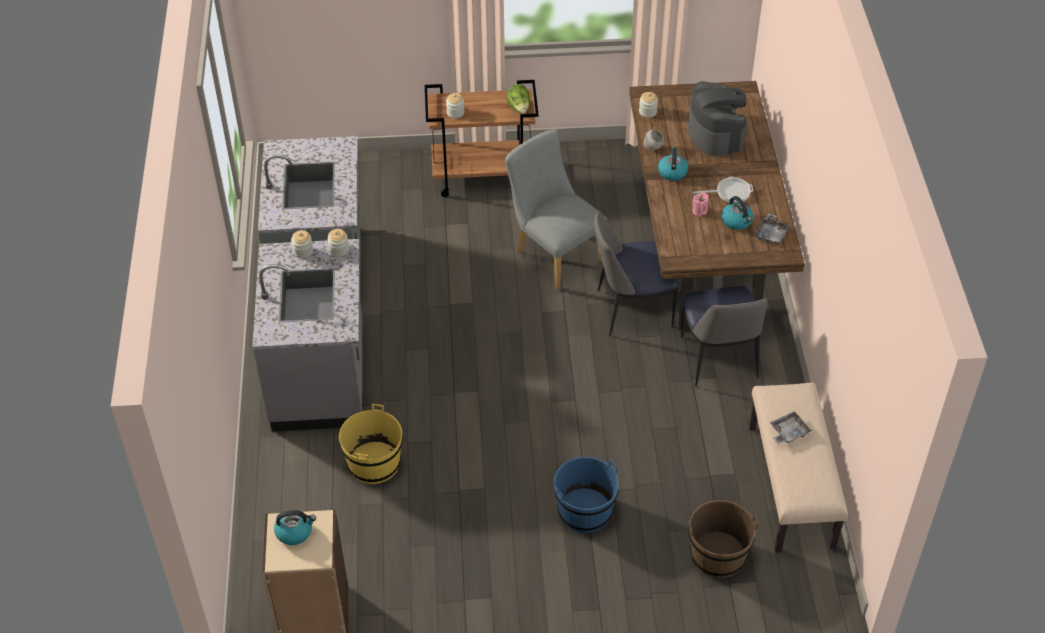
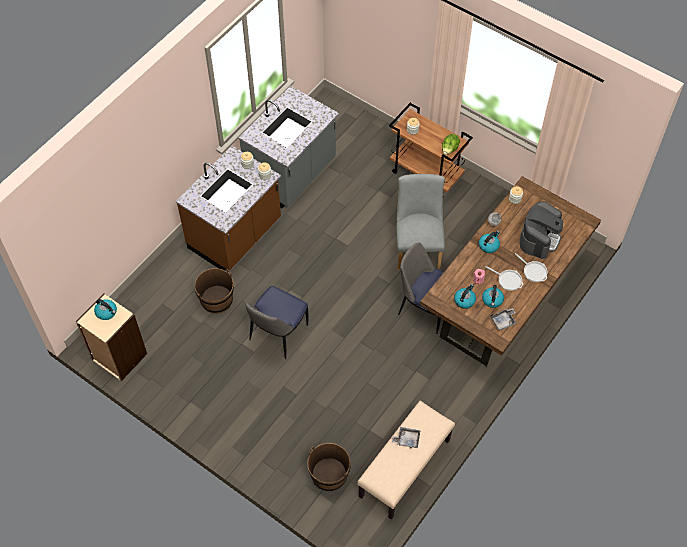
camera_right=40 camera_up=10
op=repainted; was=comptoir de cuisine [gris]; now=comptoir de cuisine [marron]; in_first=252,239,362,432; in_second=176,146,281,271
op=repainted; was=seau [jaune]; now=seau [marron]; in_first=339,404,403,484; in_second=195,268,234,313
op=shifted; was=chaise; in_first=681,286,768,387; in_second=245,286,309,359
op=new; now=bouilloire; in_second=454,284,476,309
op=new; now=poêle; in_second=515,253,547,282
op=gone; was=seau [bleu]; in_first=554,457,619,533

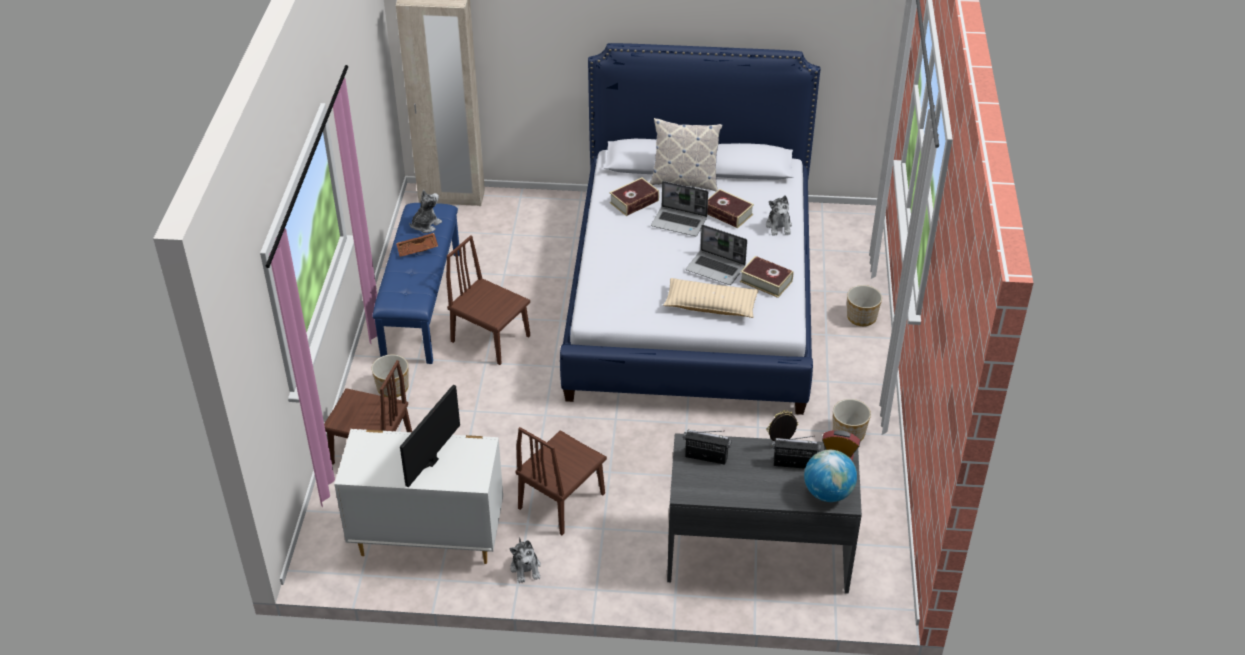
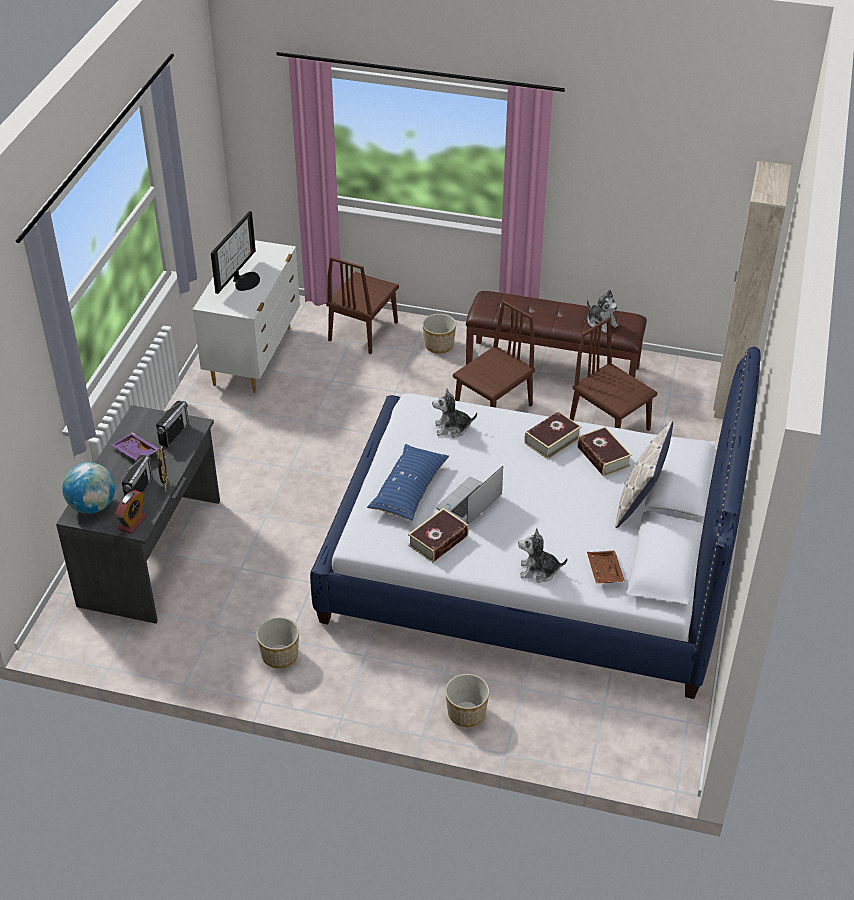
camera_right=100 camera_up=0
op=new; now=plateau [violet]; in_second=111,433,159,460
op=rotated; was=écran d'ordinateur; in_first=400,385,460,487; in_second=211,211,260,294; clockwise=75
op=repainted; was=coussin [beige]; now=coussin [bleu]; in_first=663,278,758,318; in_second=367,444,449,521
op=shifted; was=peluche; in_first=510,537,541,583; in_second=432,389,477,438
op=repainted; was=banc [bleu]; now=banc [marron]; in_first=373,203,459,364; in_second=466,291,647,378
op=shifted; was=livre; in_first=707,189,754,228; in_second=524,411,582,459
op=shifted; was=chaise [marron]; in_first=516,427,607,535; in_second=570,317,657,431
op=shifted; was=plateau [marron]; in_first=396,233,438,257; in_second=587,551,625,583
op=gone; was=ordinateur portable; in_first=651,181,708,236

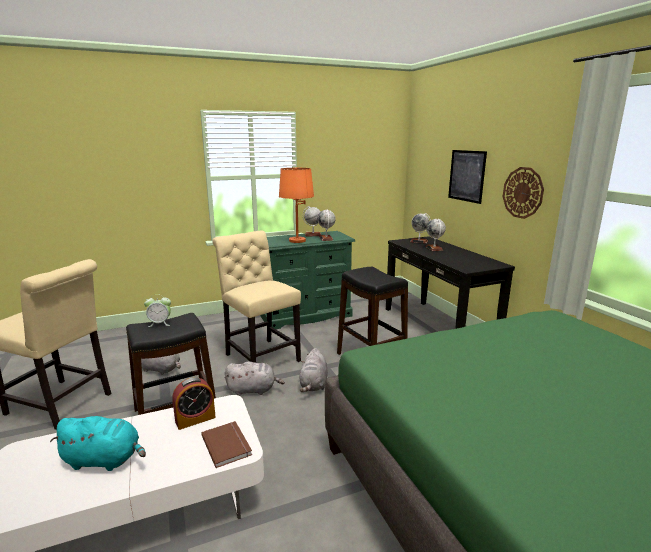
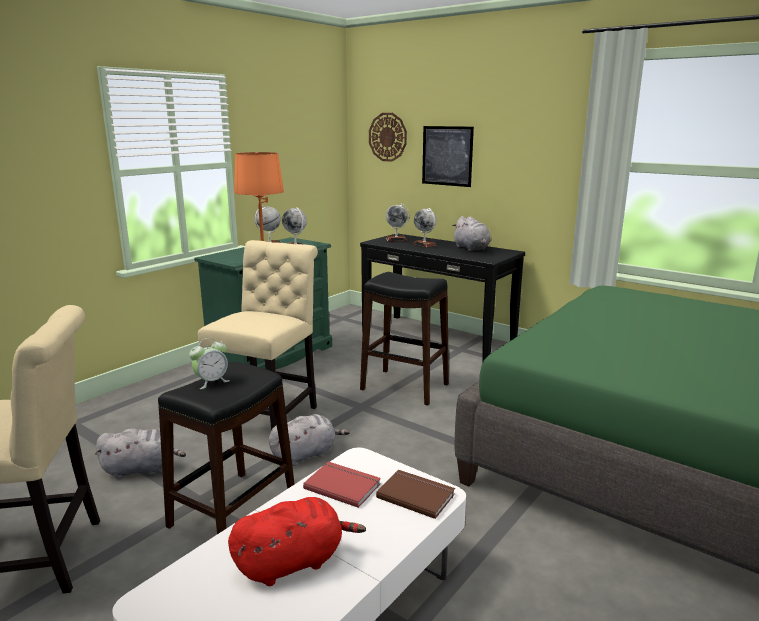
camera_right=-30 camera_up=0
op=rotated; was=chaise [beige]; in_first=212,231,301,363; in_second=198,240,318,430; clockwise=90
op=repainted; was=peluche [turquoise]; now=peluche [rouge]; in_first=50,416,146,471; in_second=228,497,366,586
op=swapped; was=réveil; now=livre [rouge]; in_first=172,377,216,430; in_second=303,461,381,508
op=shifted; was=horloge murale; in_first=503,167,544,219; in_second=369,113,407,162
op=shifted; was=peluche [gris]; in_first=299,348,328,392; in_second=452,216,491,251

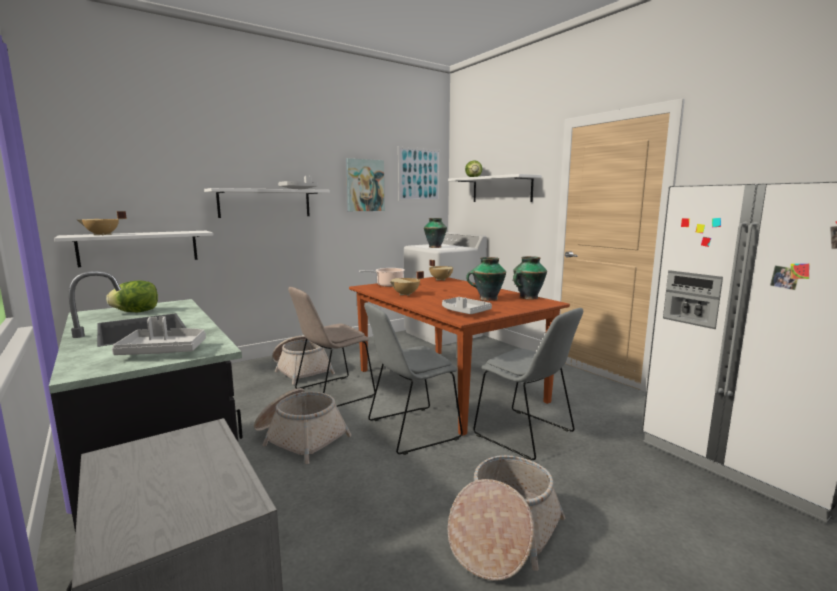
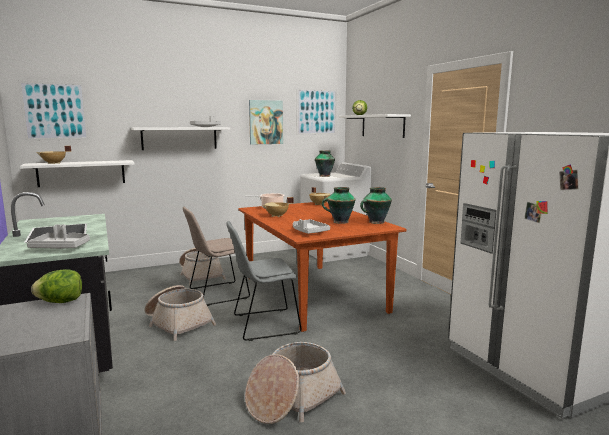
camera_right=10 camera_up=0
op=new; now=tableau; in_second=18,81,89,141
op=shifted; was=laitue; in_first=106,280,158,312; in_second=31,269,82,303
op=gone; was=chaise [gris]; in_first=473,308,583,460

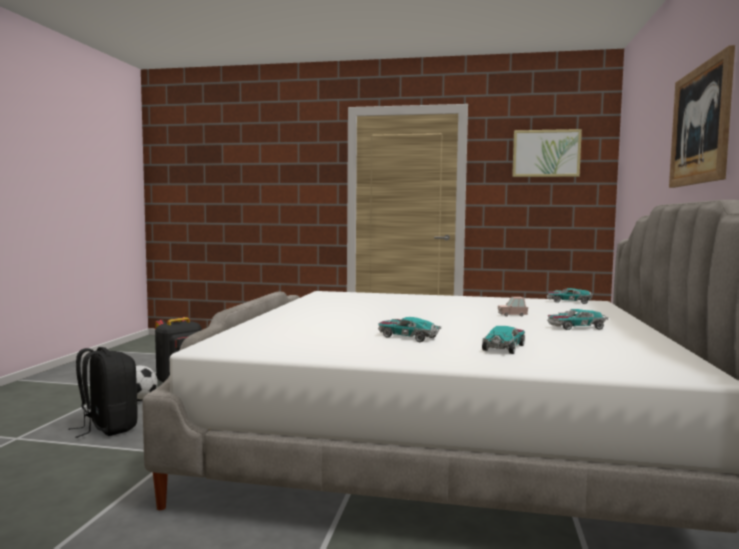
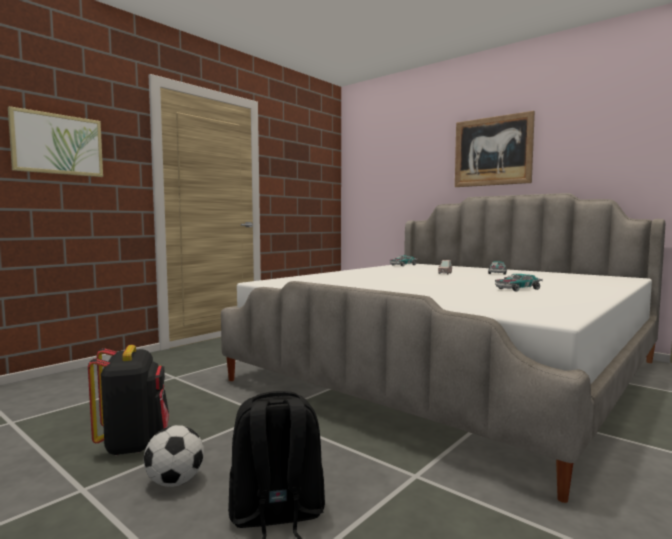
camera_right=-60 camera_up=0
op=shifted; was=tableau; in_first=512,129,582,177; in_second=8,106,103,177
op=gone; was=petite voiture; in_first=482,326,525,354

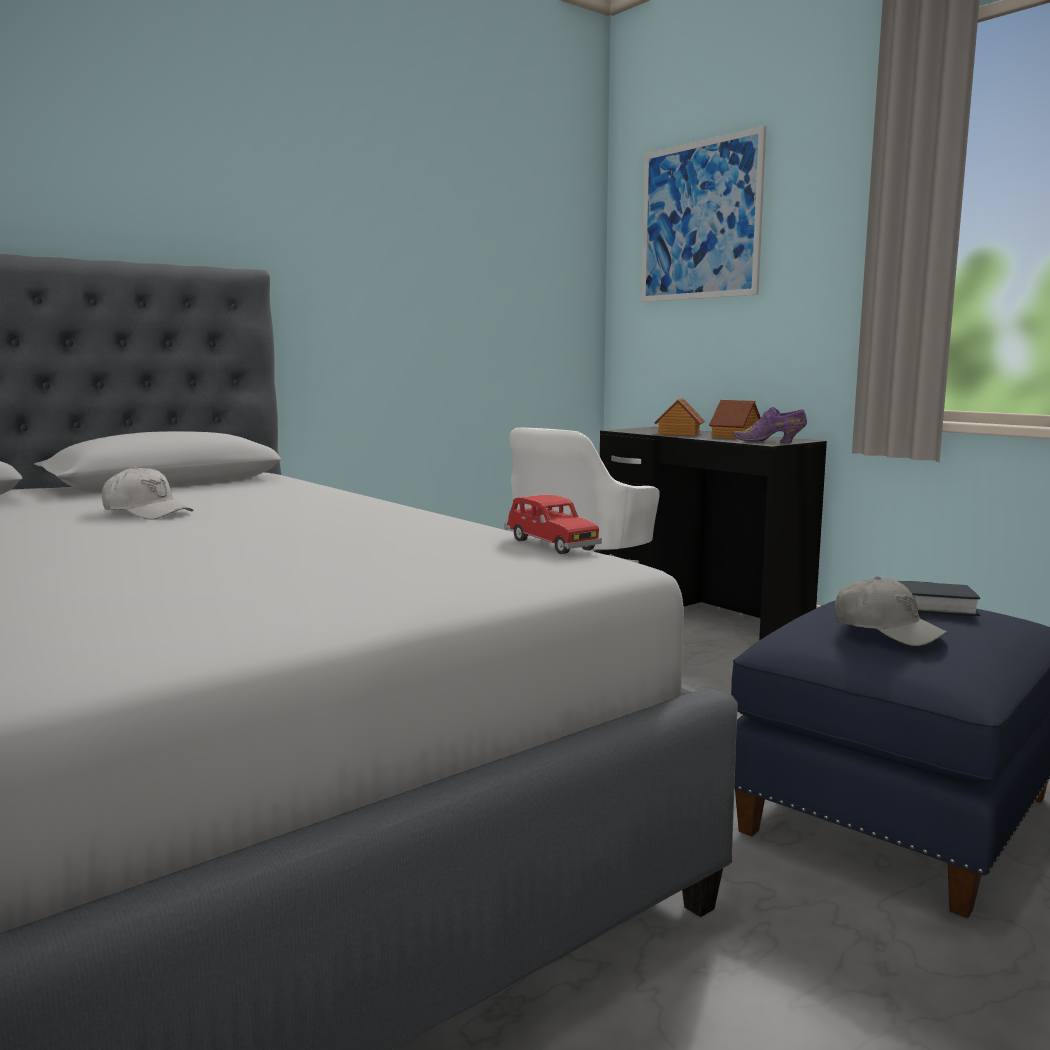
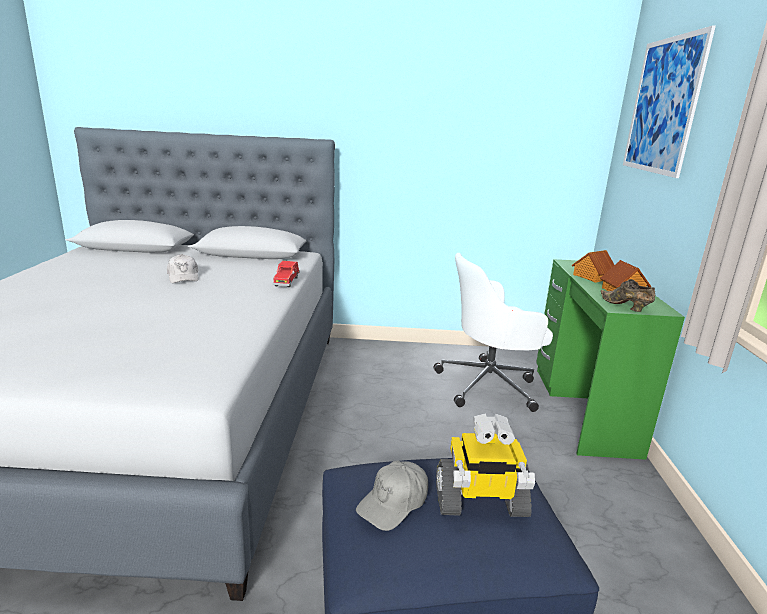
camera_right=40 camera_up=10
op=shifted; was=petite voiture [rouge]; in_first=504,494,602,554; in_second=273,261,300,287
op=rotated; was=casquette [gris]; in_first=835,576,948,646; in_second=356,461,428,531; clockwise=45
op=swapped; was=livre; now=robot jouet; in_first=898,581,980,616; in_second=436,413,535,517
op=repainted; was=bureau [noir]; now=bureau [vert]; in_first=600,427,827,641; in_second=536,259,685,460
op=repainted; was=chaussure [violet]; now=chaussure [marron]; in_first=732,407,807,443; in_second=601,279,655,312

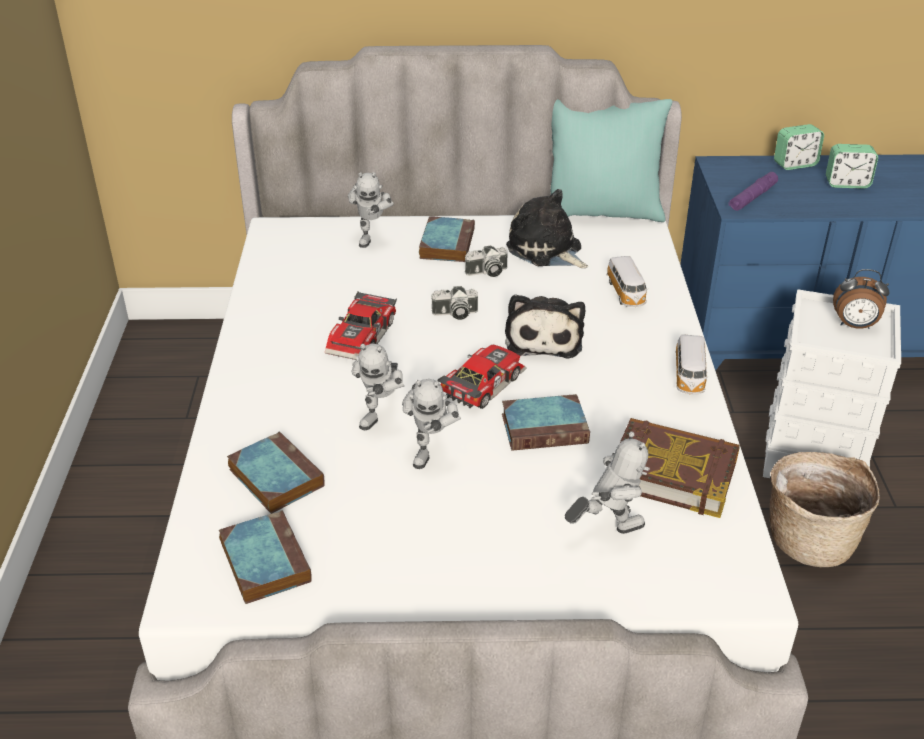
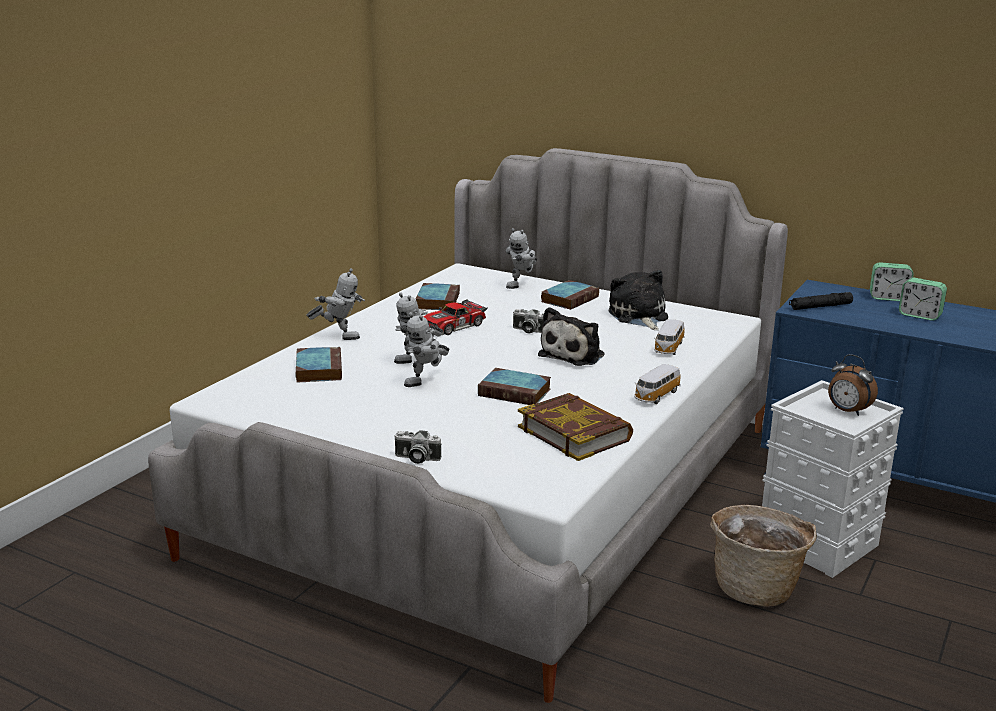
camera_right=30 camera_up=-15
op=shifted; was=robot jouet; in_first=565,431,650,534; in_second=306,268,365,340
op=shifted; was=appareil photo; in_first=465,245,508,277; in_second=394,430,442,464
op=shifted; was=livre; in_first=219,510,312,604; in_second=416,283,460,310
op=repainted; was=lampe de poche [violet]; now=lampe de poche [noir]; in_first=729,172,778,211; in_second=789,292,853,310
op=gone; was=petite voiture; in_first=438,344,527,409
op=gone; was=coussin [turquoise]; in_first=550,99,673,222

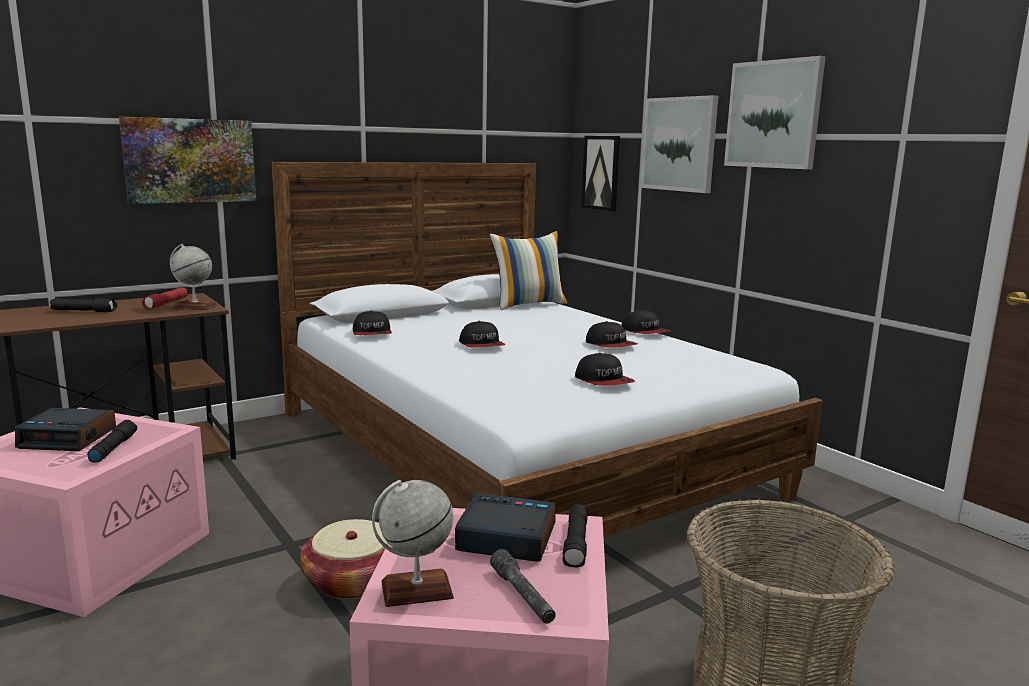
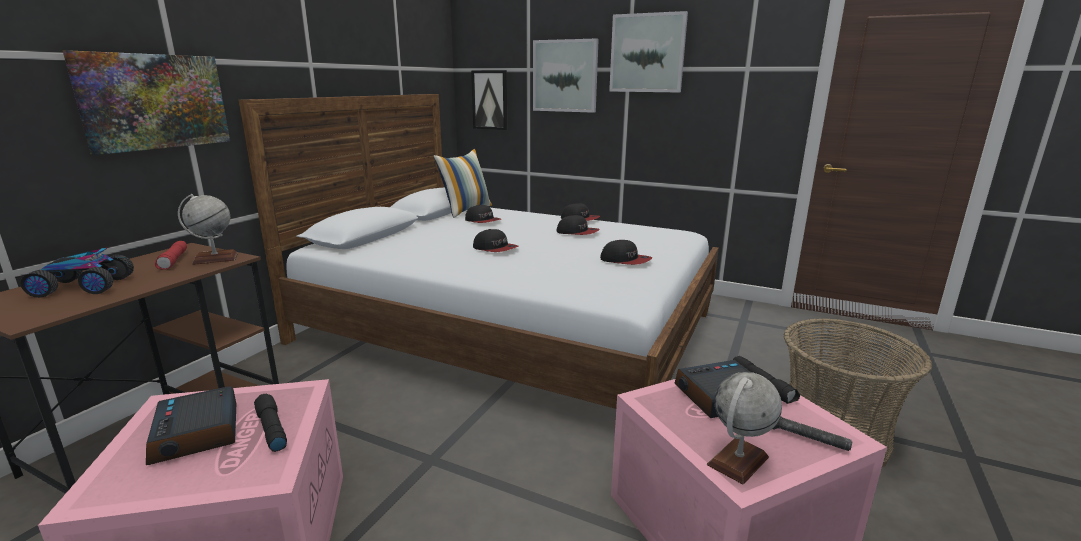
camera_right=-30 camera_up=5
op=swapped; was=lampe de poche [noir]; now=petite voiture; in_first=50,298,117,312; in_second=20,247,134,298
op=rotated; was=réveil; in_first=15,408,116,451; in_second=146,386,236,465; clockwise=90
op=shifted; was=casquette; in_first=353,310,392,335; in_second=465,205,501,223
op=gone; was=panier; in_first=300,519,388,599

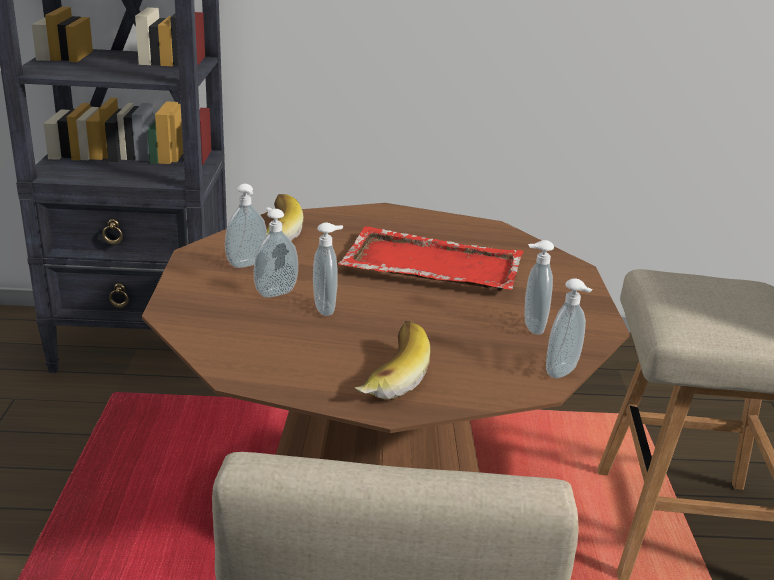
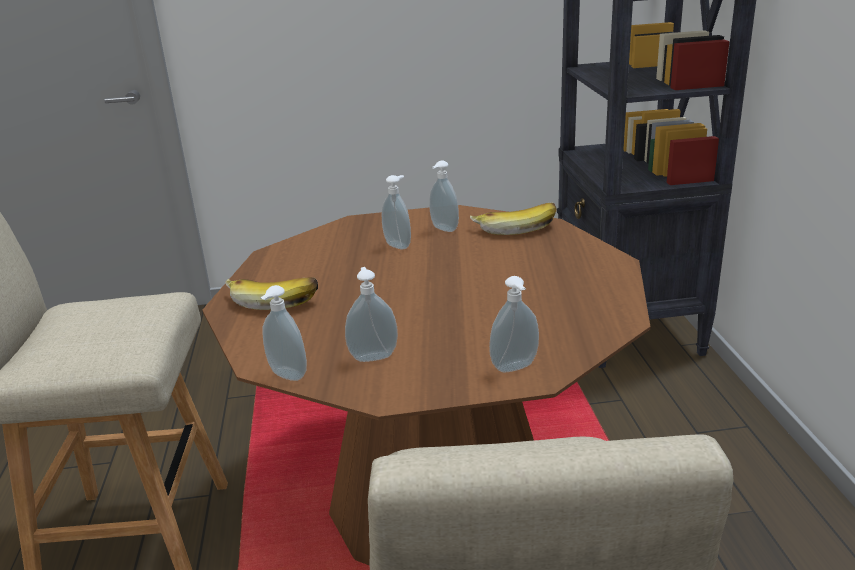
camera_right=85 camera_up=0
op=shifted; was=distributeur de savon; in_first=313,223,343,316; in_second=489,276,539,372
op=gone; was=plateau [rouge]; in_first=338,226,524,291

